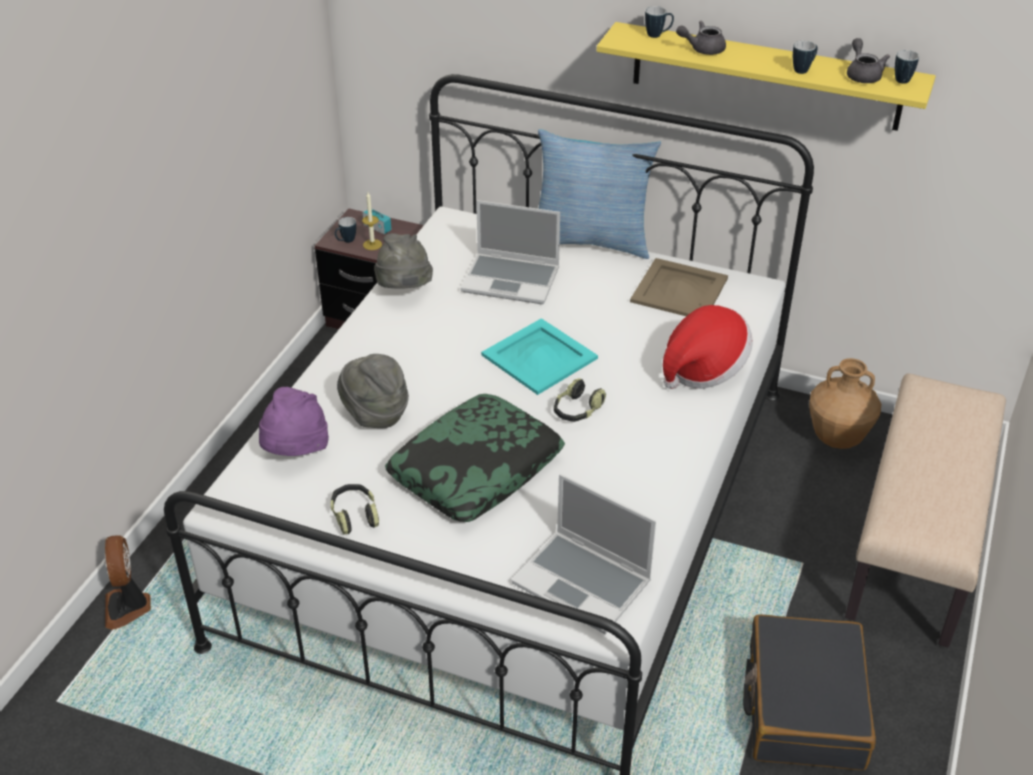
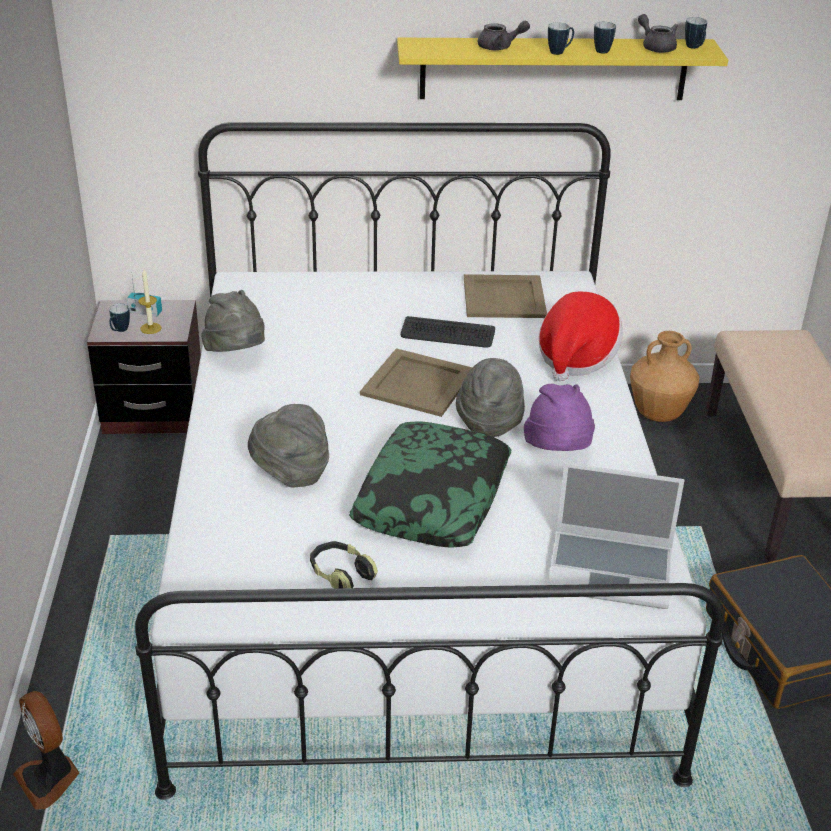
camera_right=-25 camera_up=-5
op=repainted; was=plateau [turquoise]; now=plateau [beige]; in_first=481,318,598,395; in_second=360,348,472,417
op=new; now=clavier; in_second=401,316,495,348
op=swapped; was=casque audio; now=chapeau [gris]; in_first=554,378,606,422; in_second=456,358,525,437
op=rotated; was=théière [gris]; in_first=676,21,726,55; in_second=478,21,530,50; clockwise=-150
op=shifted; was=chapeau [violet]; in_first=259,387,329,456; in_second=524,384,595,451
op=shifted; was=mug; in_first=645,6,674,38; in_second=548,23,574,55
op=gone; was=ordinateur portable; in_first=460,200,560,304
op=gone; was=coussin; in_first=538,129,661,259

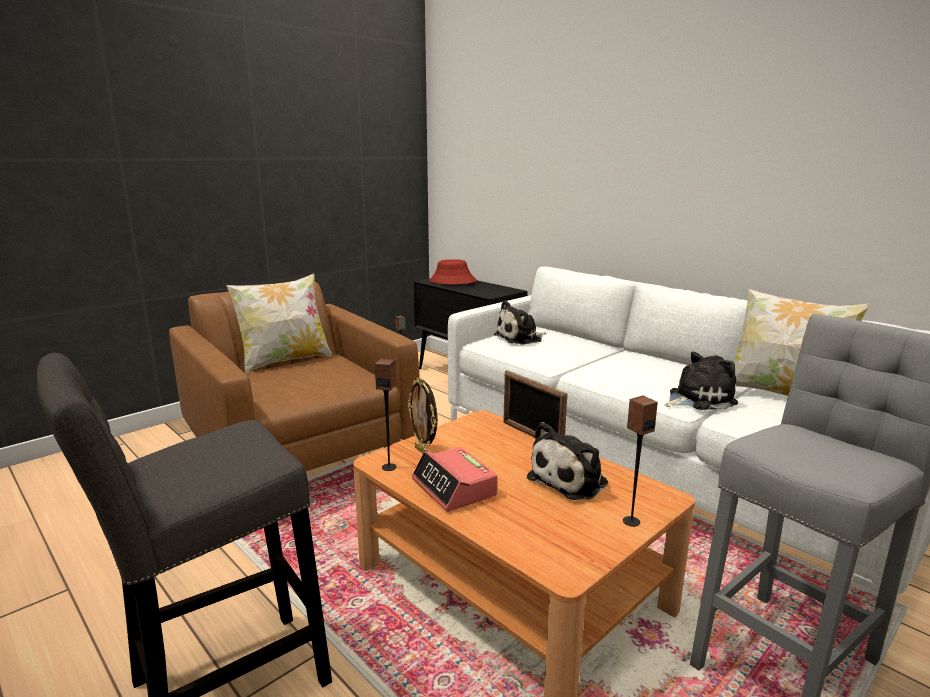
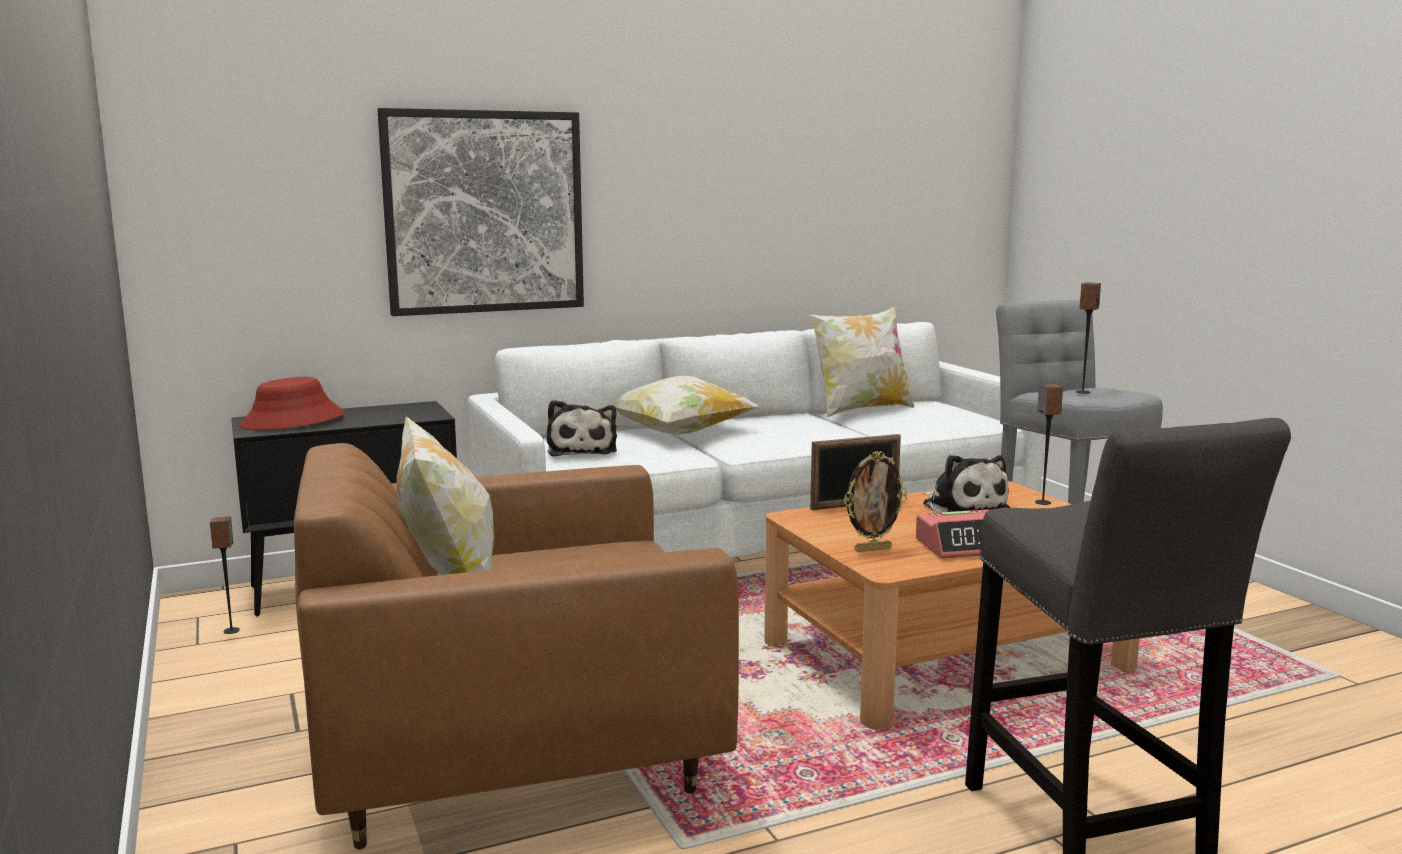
camera_right=-70 camera_up=-5
op=new; now=tableau; in_second=377,108,584,316
op=new; now=coussin; in_second=614,376,760,435
op=shifted; was=enceinte; in_first=375,359,397,471; in_second=1075,282,1101,394
op=gone; was=peluche; in_first=665,352,738,410

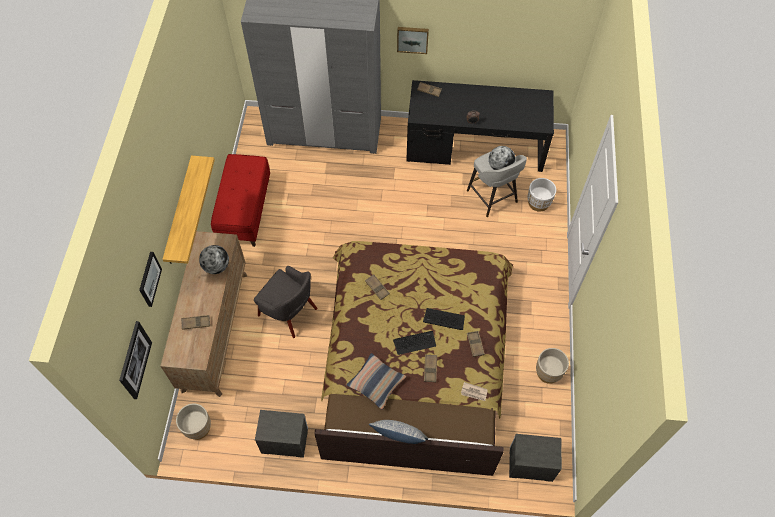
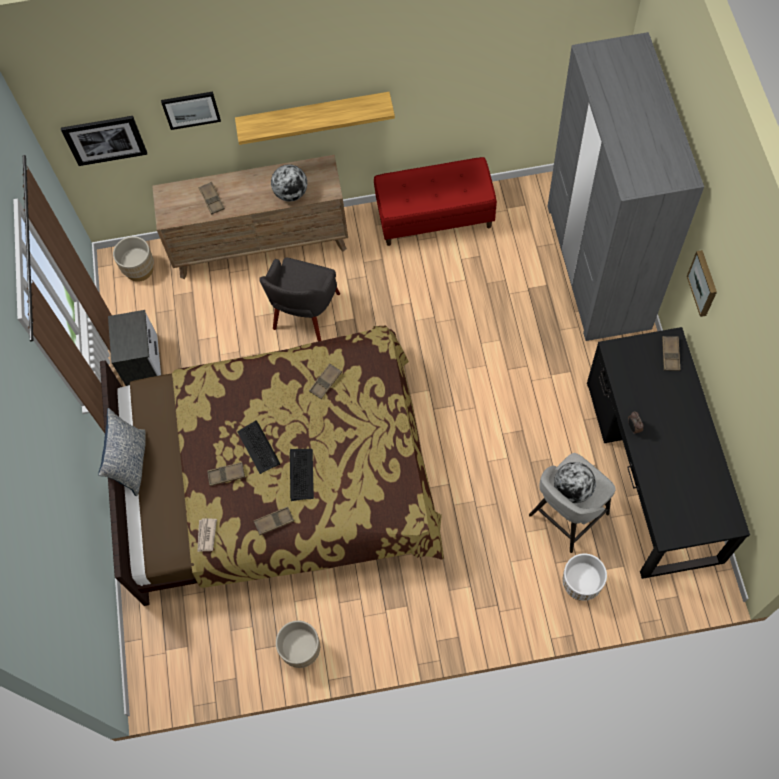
camera_right=80 camera_up=5
op=gone; was=coussin; in_first=347,353,406,409
op=gone; was=table de chevet; in_first=509,434,562,482

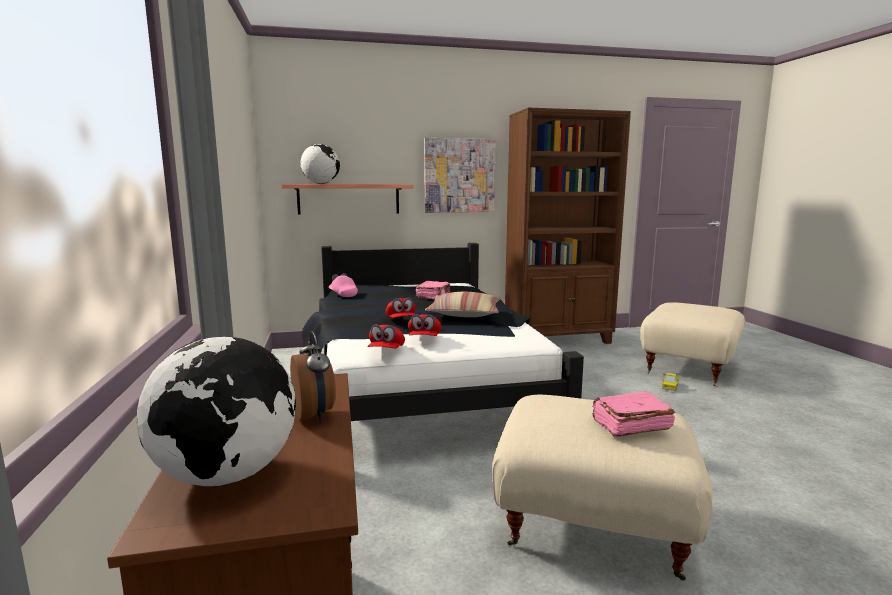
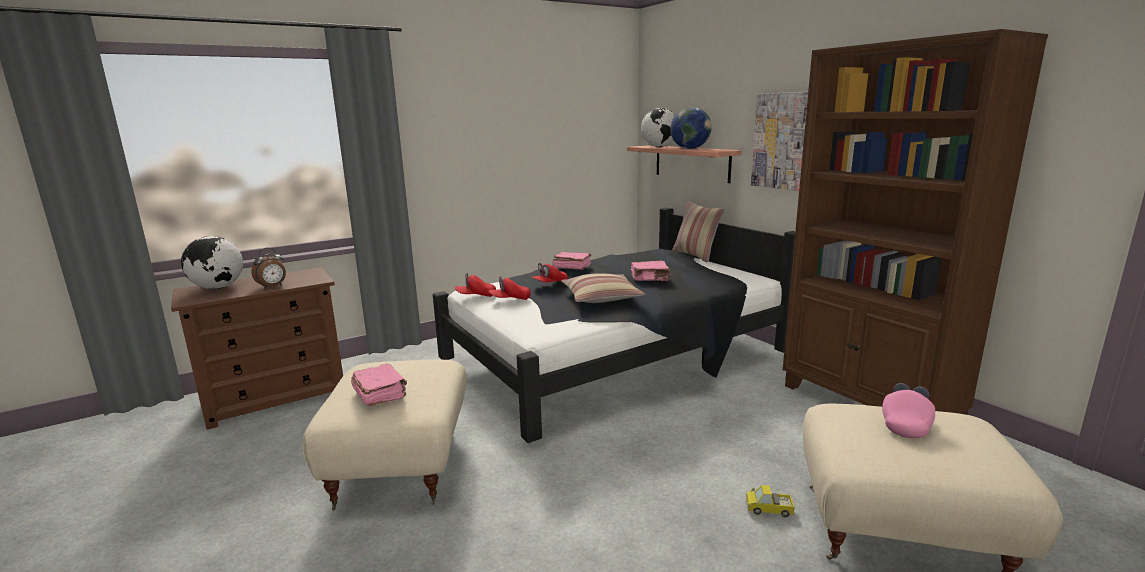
camera_right=70 camera_up=5
op=new; now=livre [rose]; in_second=552,252,591,270
op=new; now=globe; in_second=670,107,712,149
op=new; now=coussin; in_second=672,202,725,262
op=shifted; was=casquette [rose]; in_first=329,273,358,297; in_second=882,383,935,438

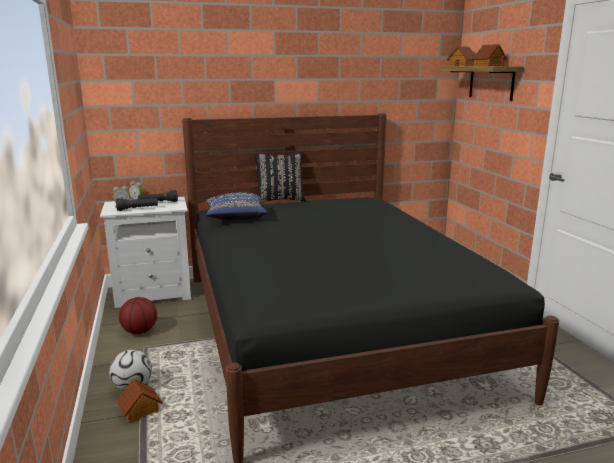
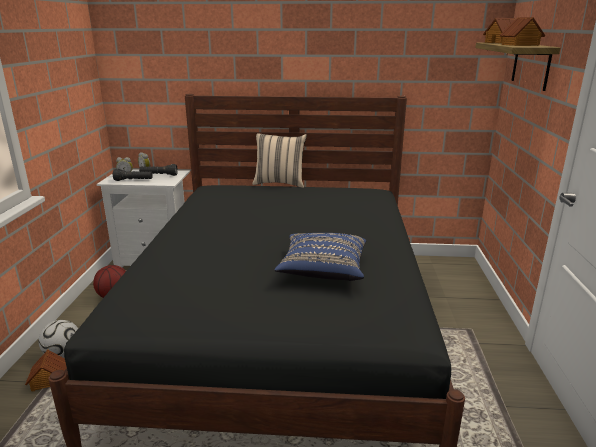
camera_right=20 camera_up=5
op=repainted; was=coussin [noir]; now=coussin [beige]; in_first=255,152,306,203; in_second=252,133,307,188
op=shifted; was=coussin [bleu]; in_first=206,192,268,220; in_second=274,233,366,281

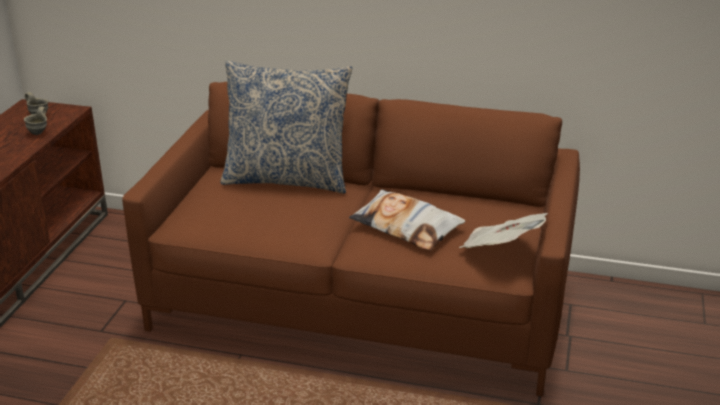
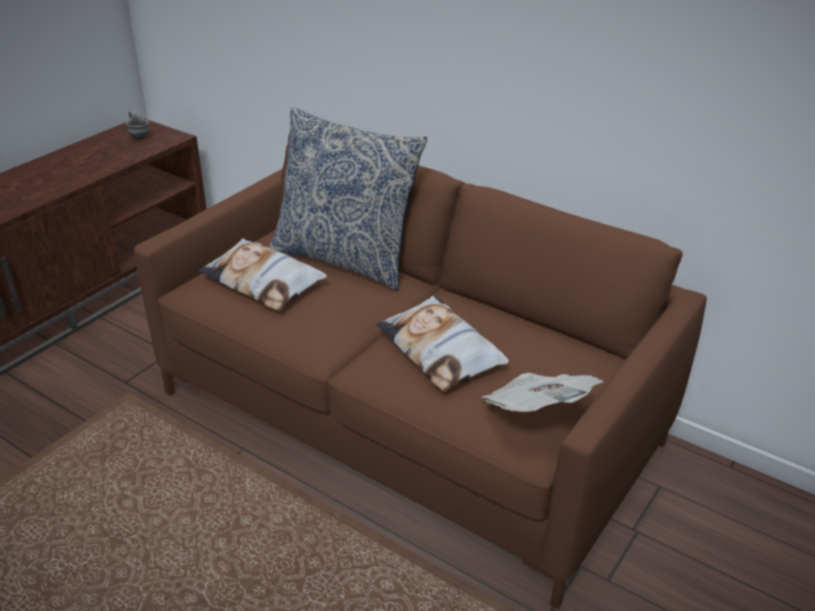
camera_right=20 camera_up=5
op=new; now=coussin; in_second=198,238,327,311
op=gone; was=mug [gris]; in_first=24,106,47,135

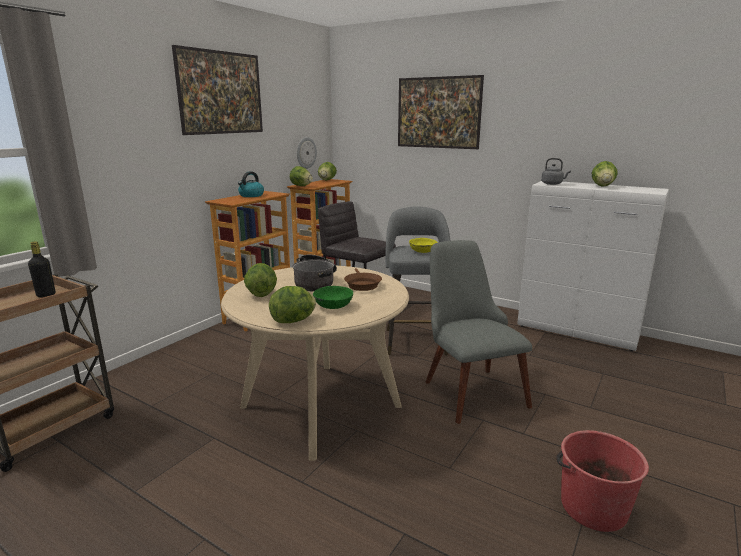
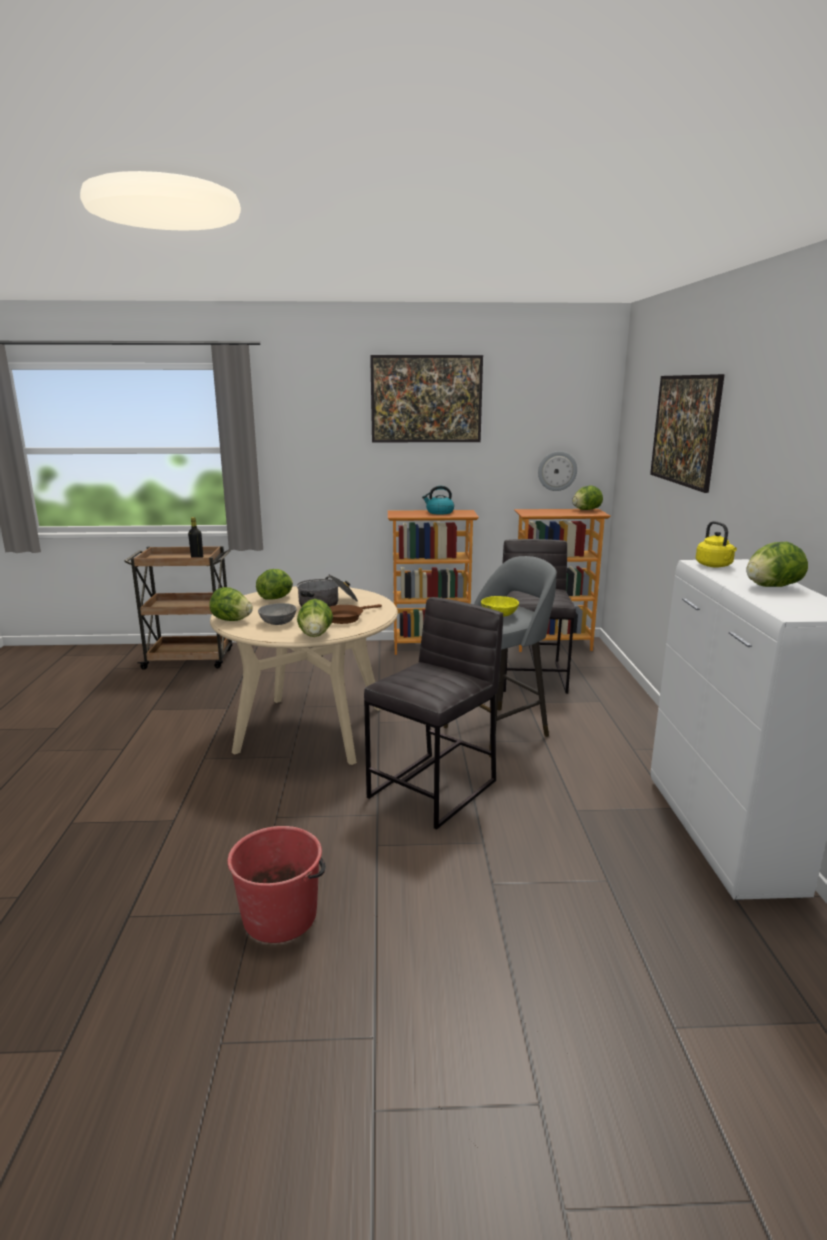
camera_right=55 camera_up=0
op=repainted; was=bol [vert]; now=bol [gris]; in_first=313,286,353,309; in_second=258,603,297,625
op=shifted; was=laitue; in_first=290,166,313,186; in_second=297,599,333,637
op=swapped; was=chaise [gris]; now=tabouret [gris]; in_first=426,240,532,424; in_second=364,597,503,830
op=repainted; was=bouilloire [gris]; now=bouilloire [jaune]; in_first=541,158,571,185; in_second=696,521,737,568

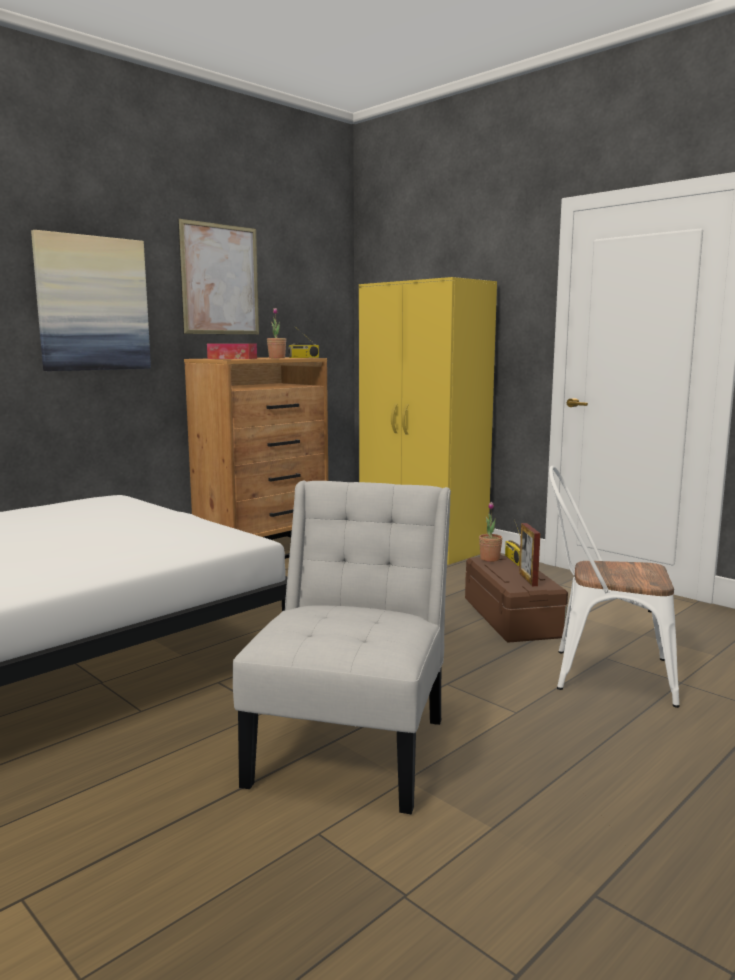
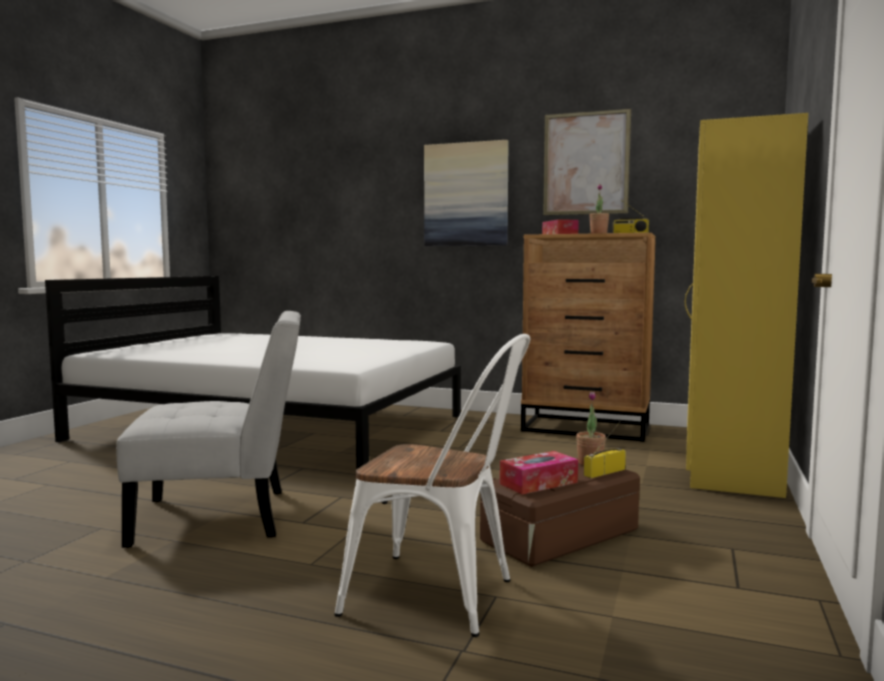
camera_right=65 camera_up=-5
op=rotated; was=chaise [blanc]; in_first=549,466,680,708; in_second=334,334,530,637; clockwise=120
op=swapped; was=cadre photo; now=boîte à mouchoirs; in_first=519,523,540,586; in_second=500,451,578,495

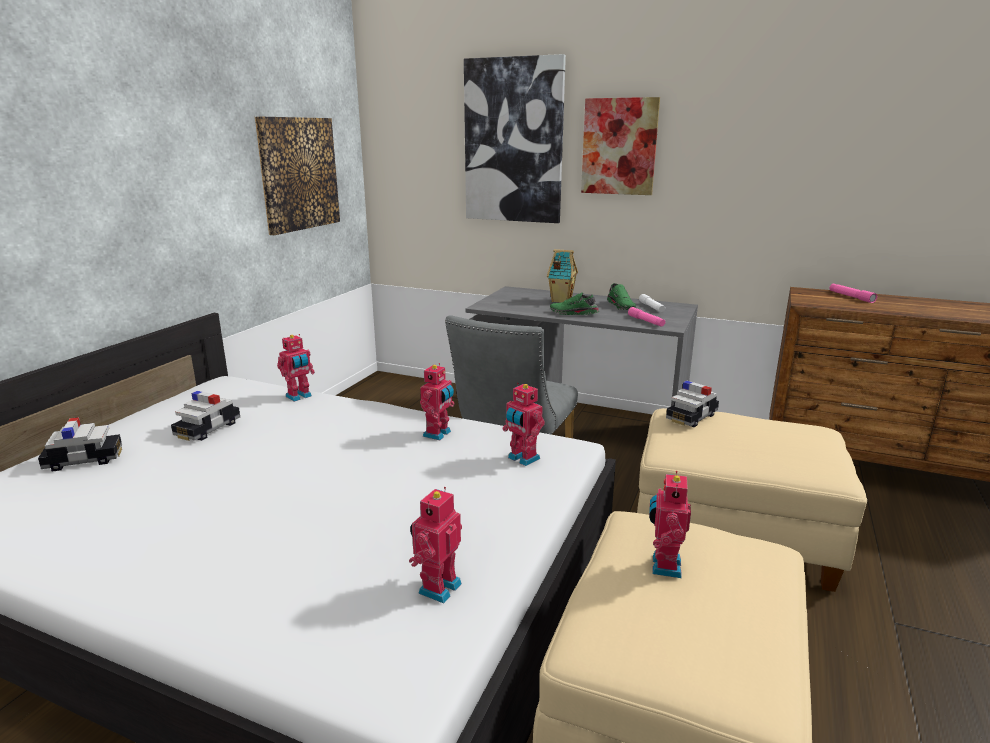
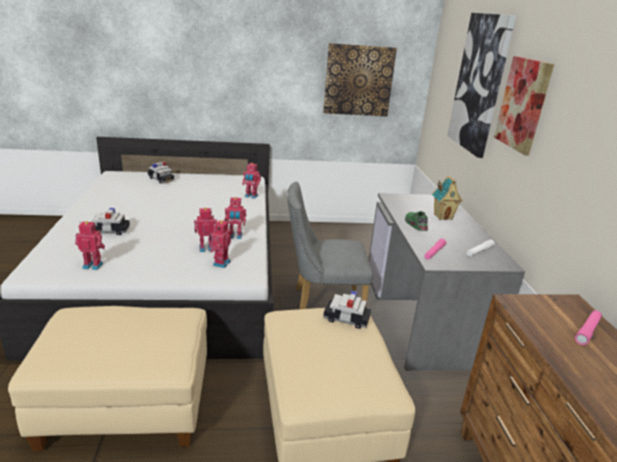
camera_right=60 camera_up=5
op=shifted; was=petite voiture; in_first=171,391,240,441; in_second=92,208,130,235
op=shifted; was=robot jouet; in_first=649,471,691,578; in_second=194,208,217,252
op=gone; was=chaussure [vert]; in_first=607,283,636,310

